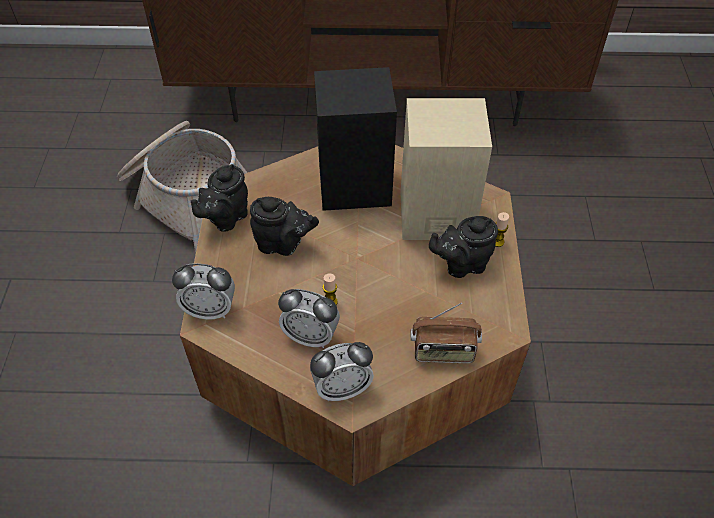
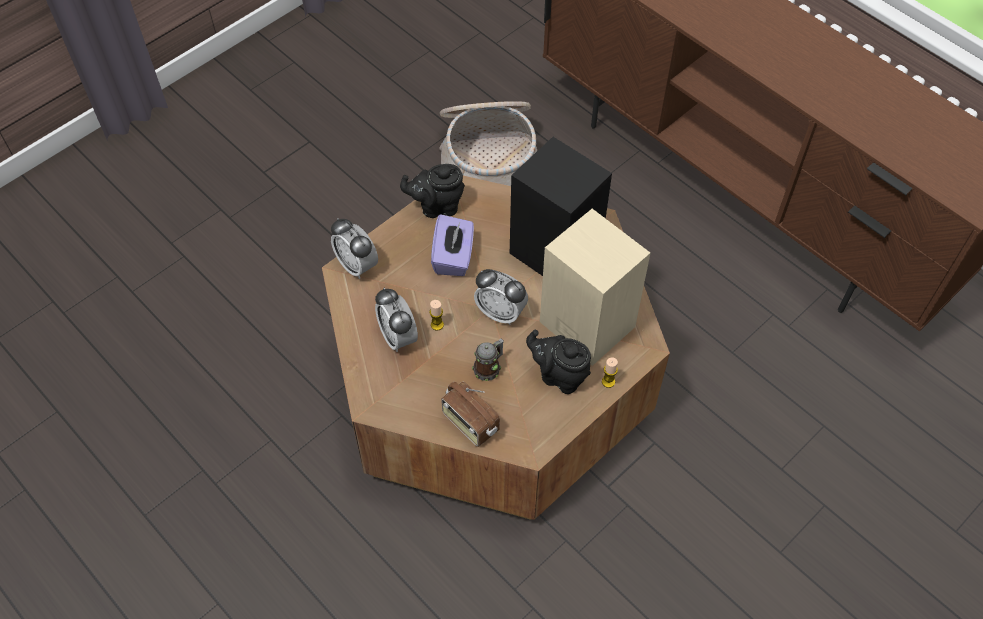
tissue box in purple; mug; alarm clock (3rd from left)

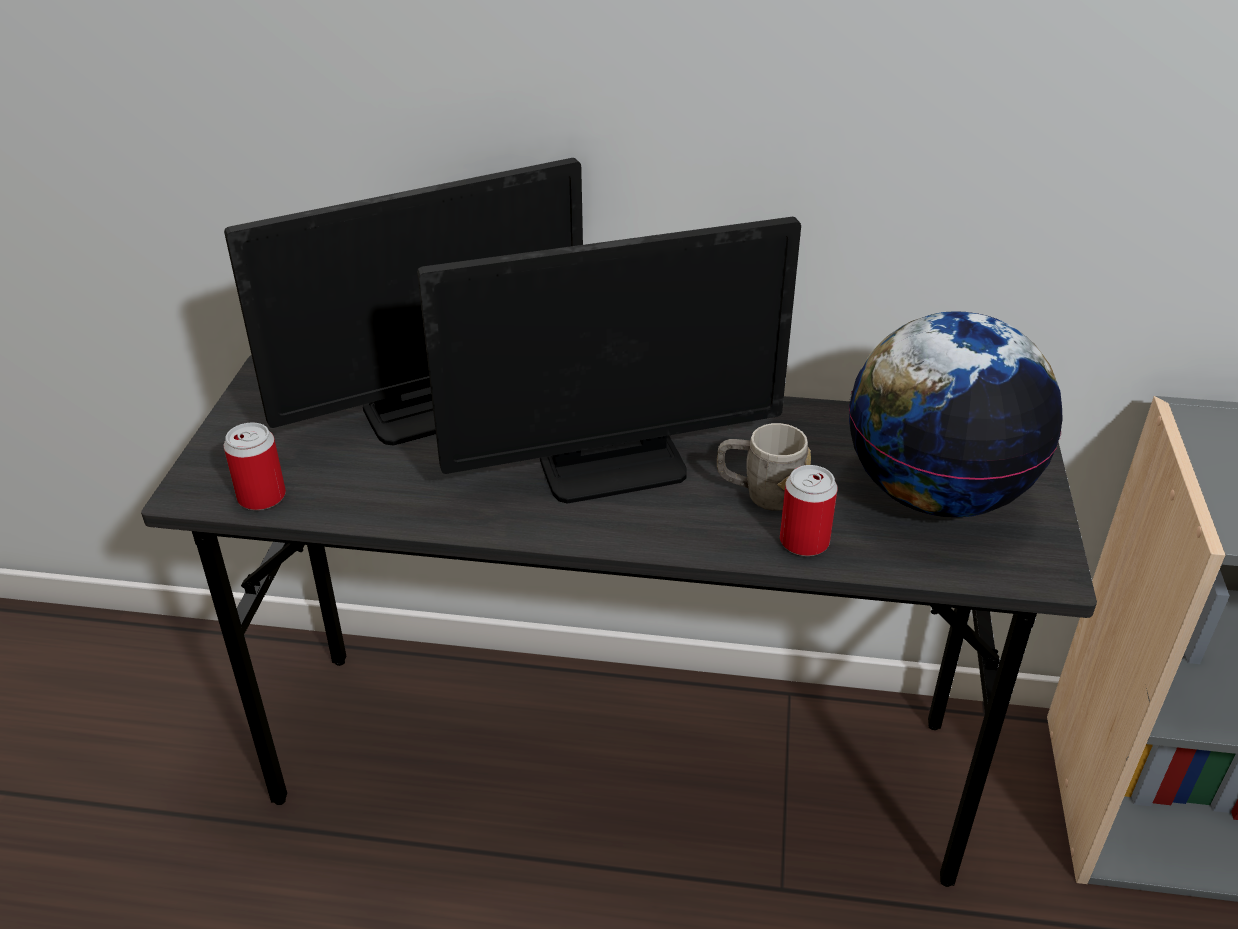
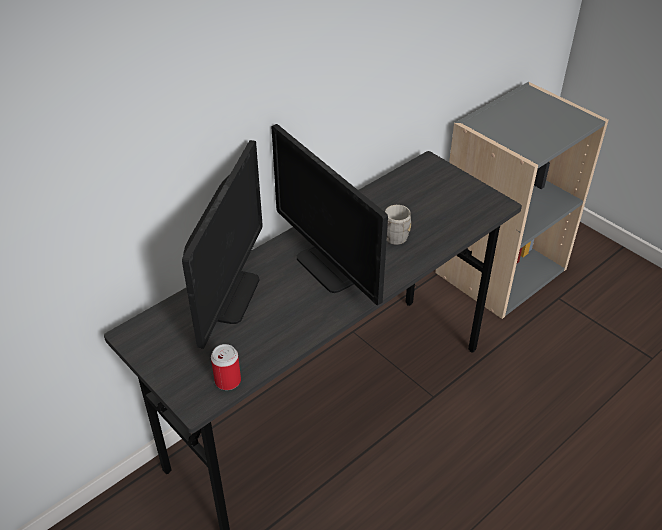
monitor (2nd from left); can (2nd from left in the first image); globe

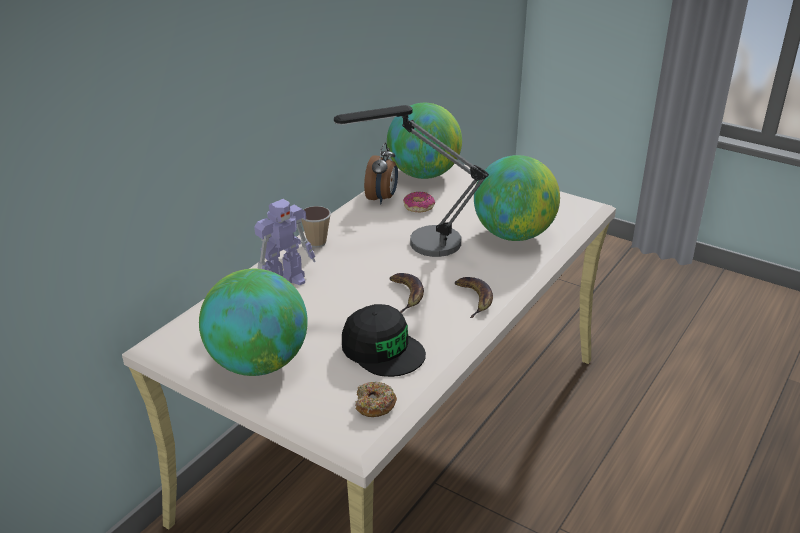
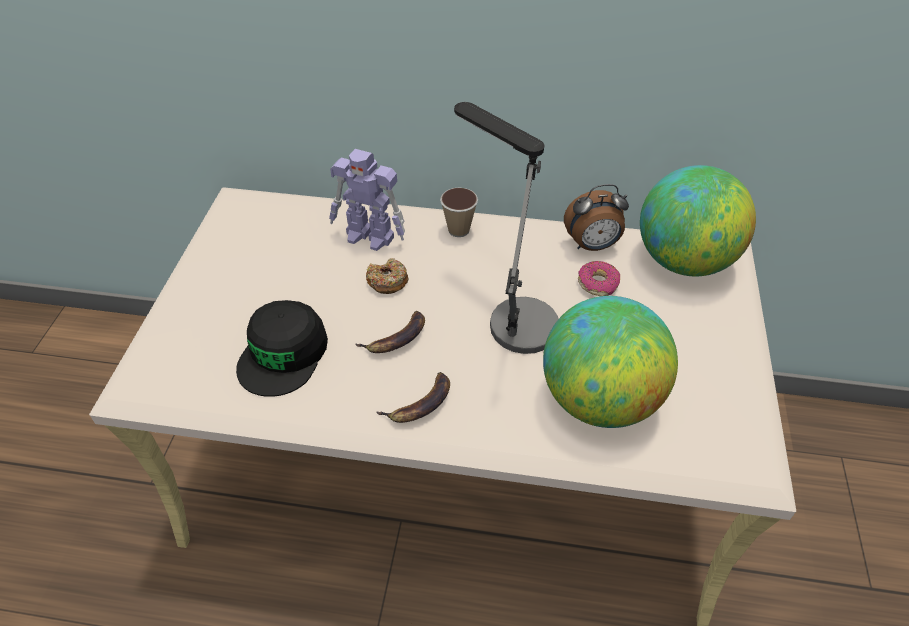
donut (1st from left); globe (1st from left in the first image)

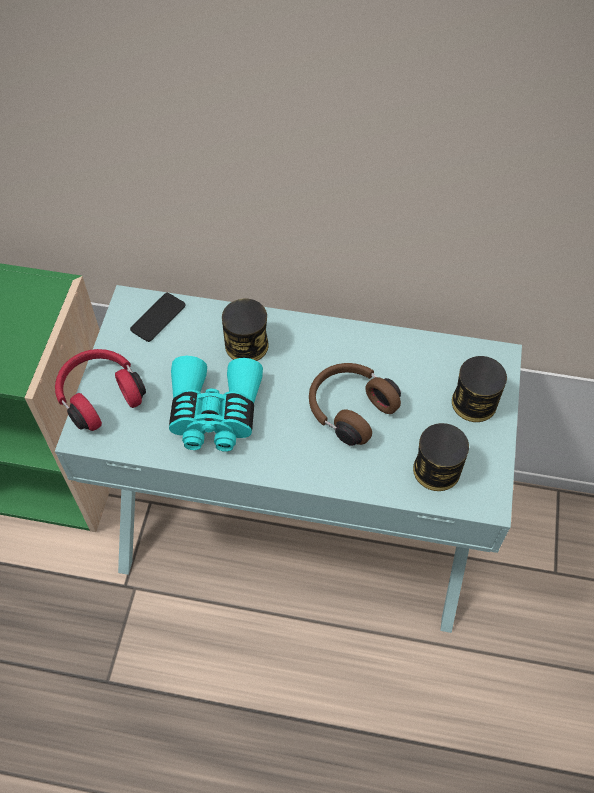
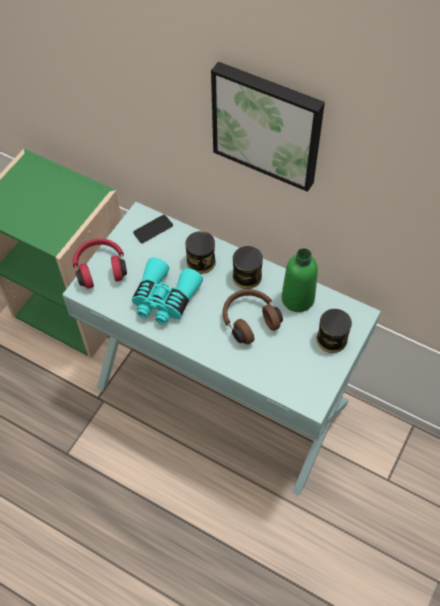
picture; can (2nd from left); bottle in green

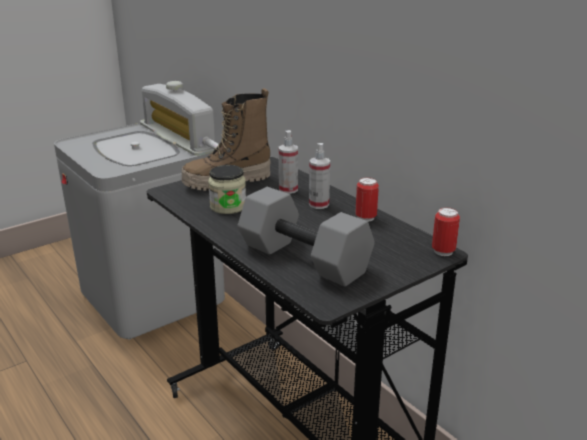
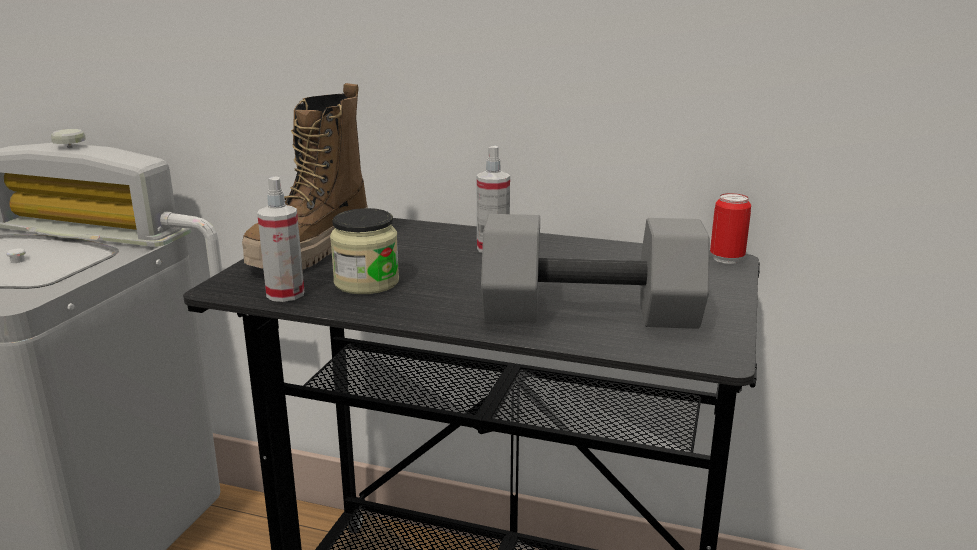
spray bottle (1st from left); can (1st from left in the first image)

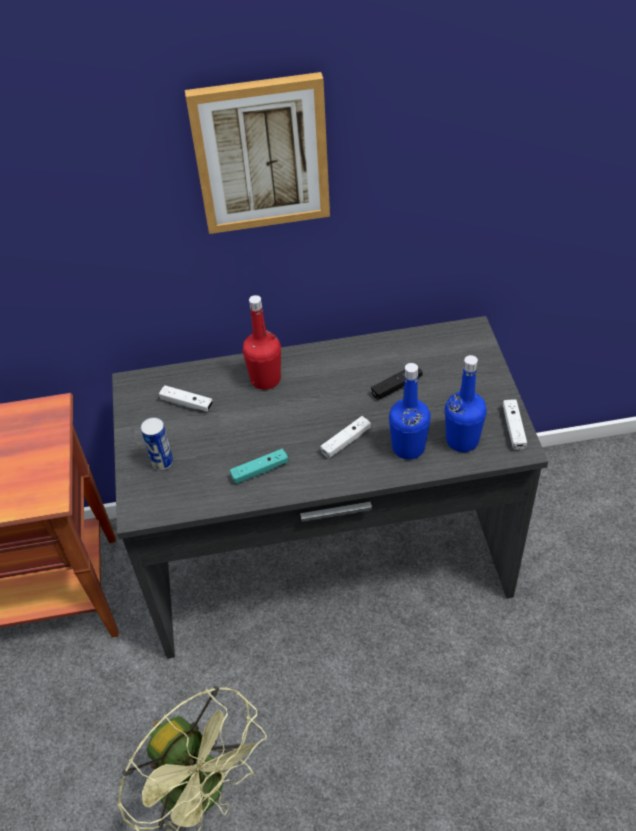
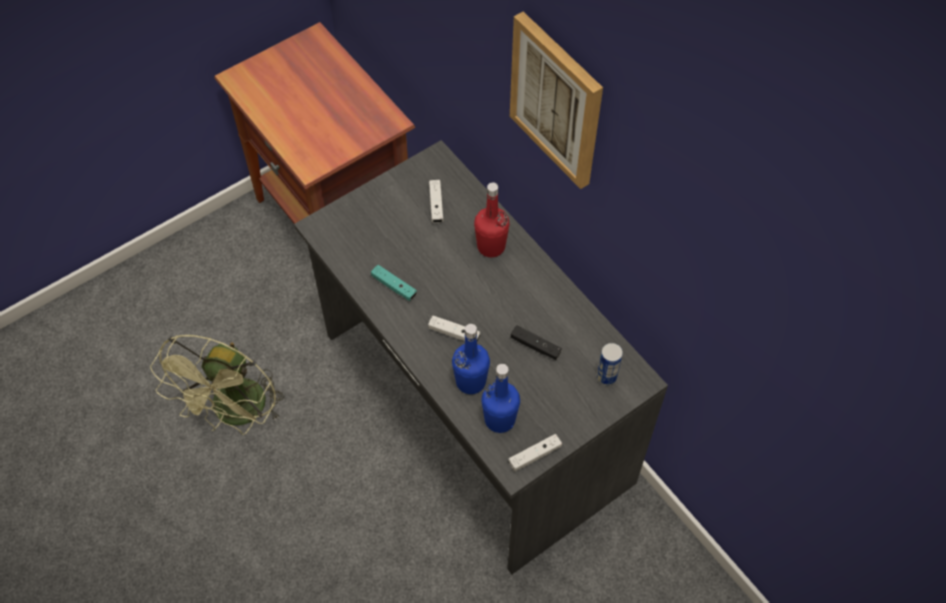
can

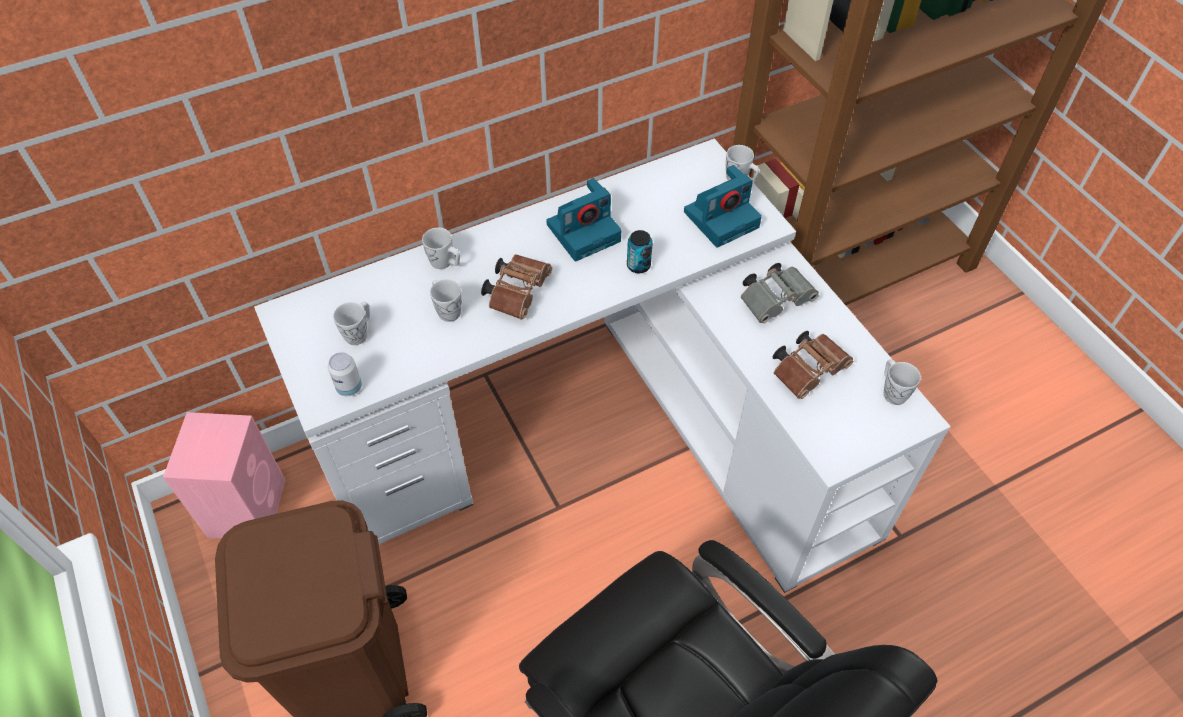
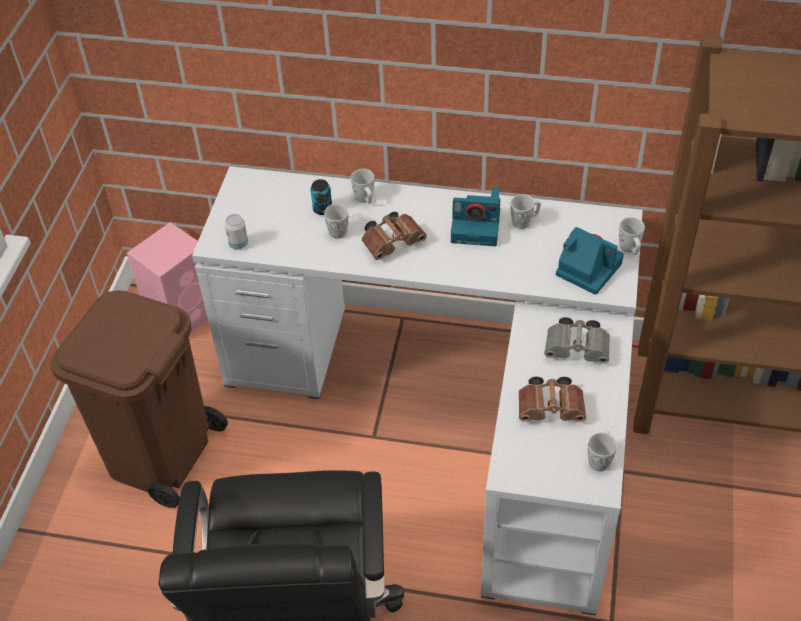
can (2nd from left); mug in white (3rd from left); photo camera (2nd from left)

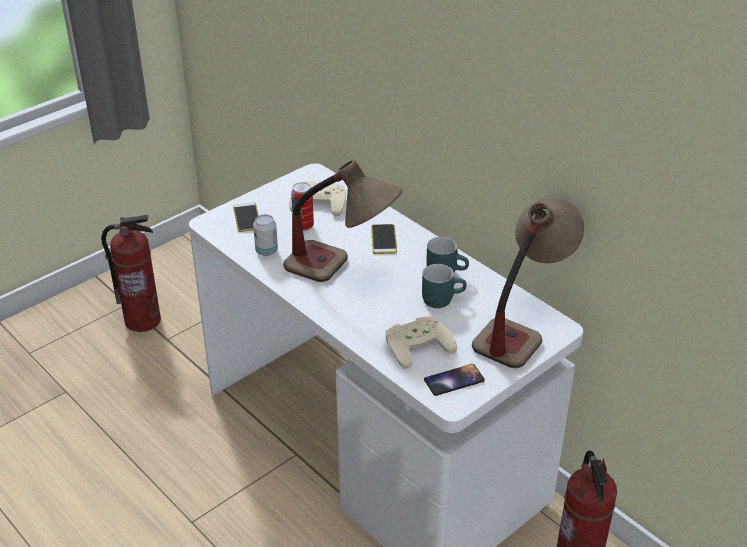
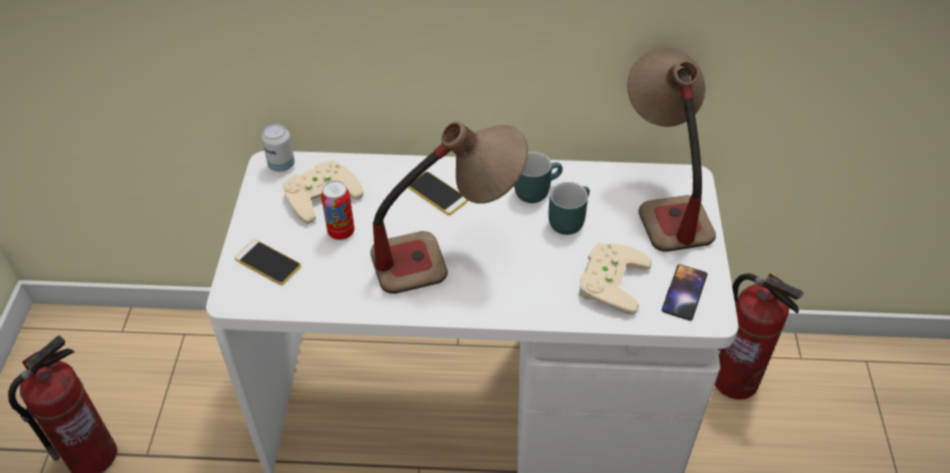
can (1st from left)

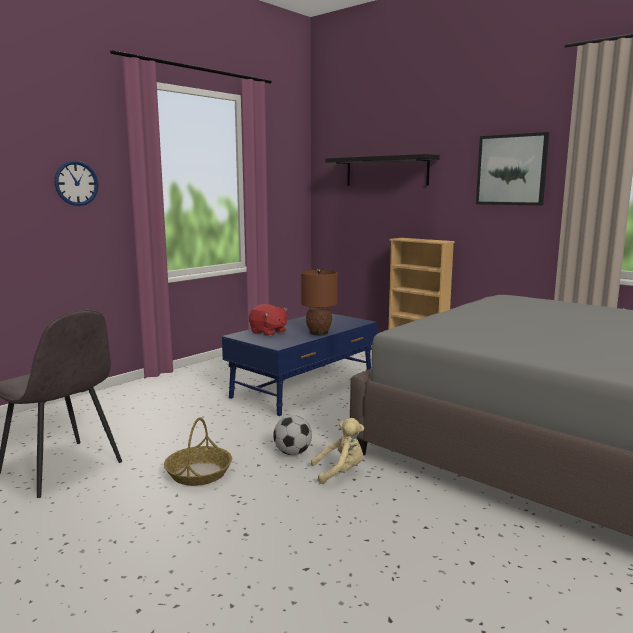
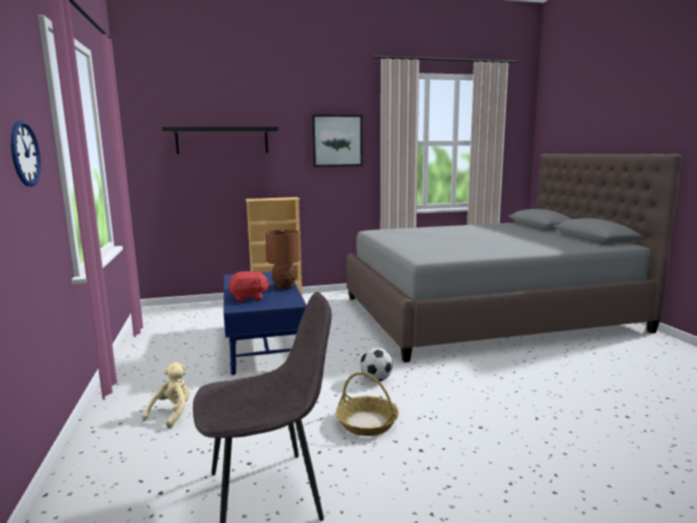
plush toy in beige

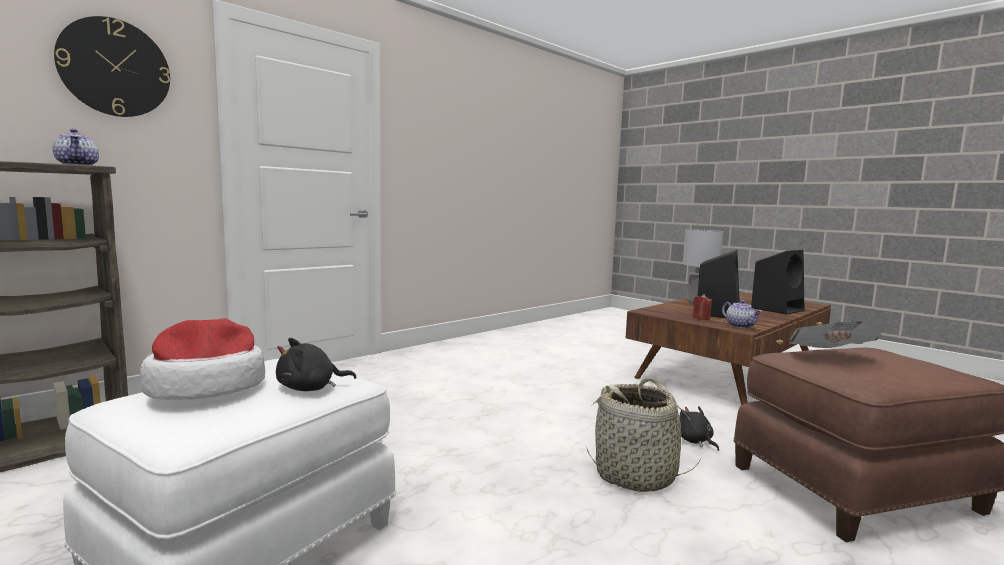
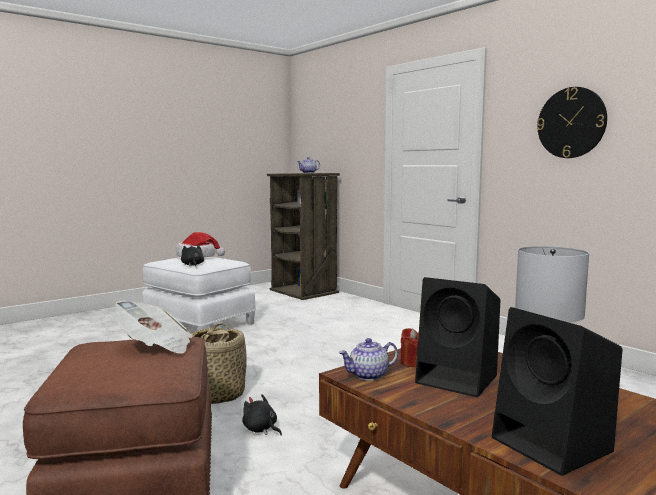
plush toy in black (2nd from left); wall clock

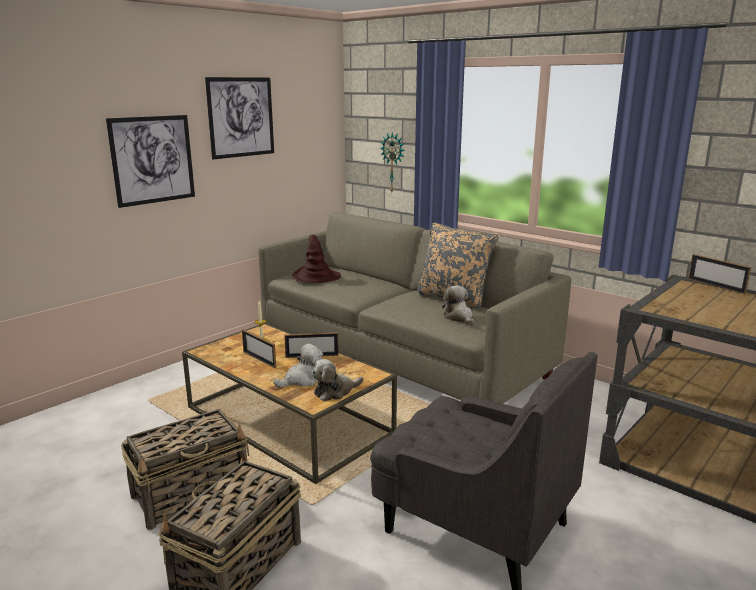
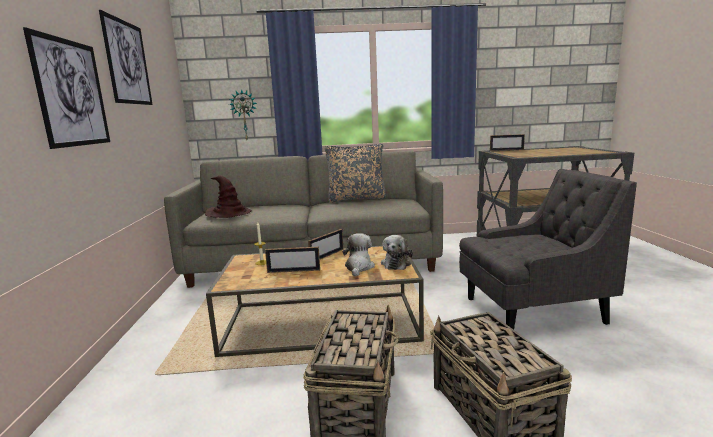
plush toy (3rd from left in the first image)

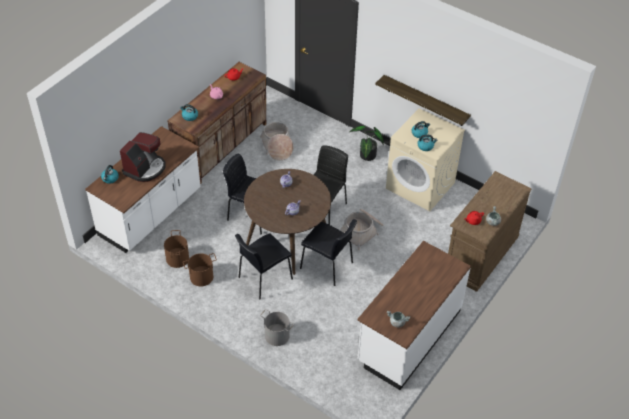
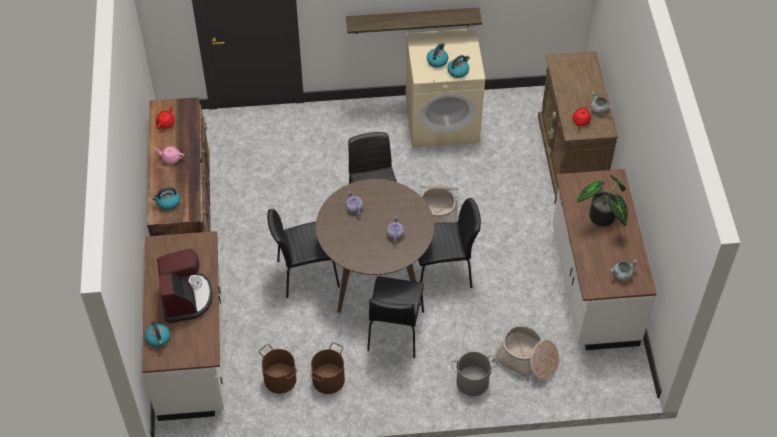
basket (2nd from left); potted plant

